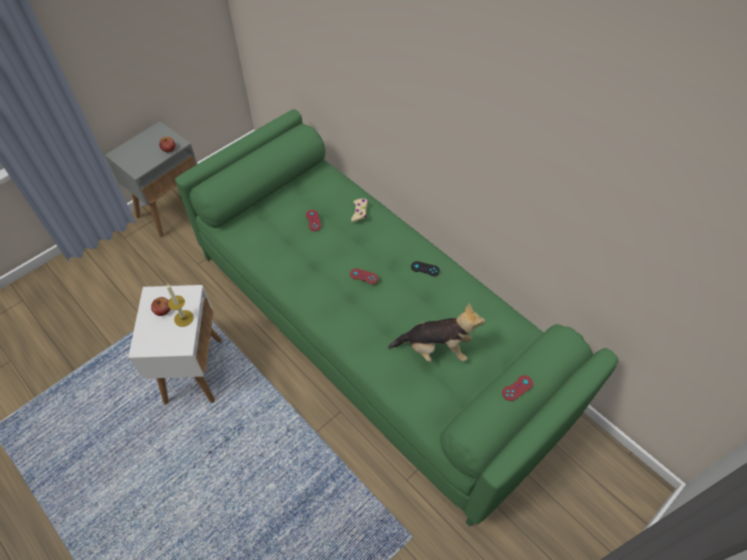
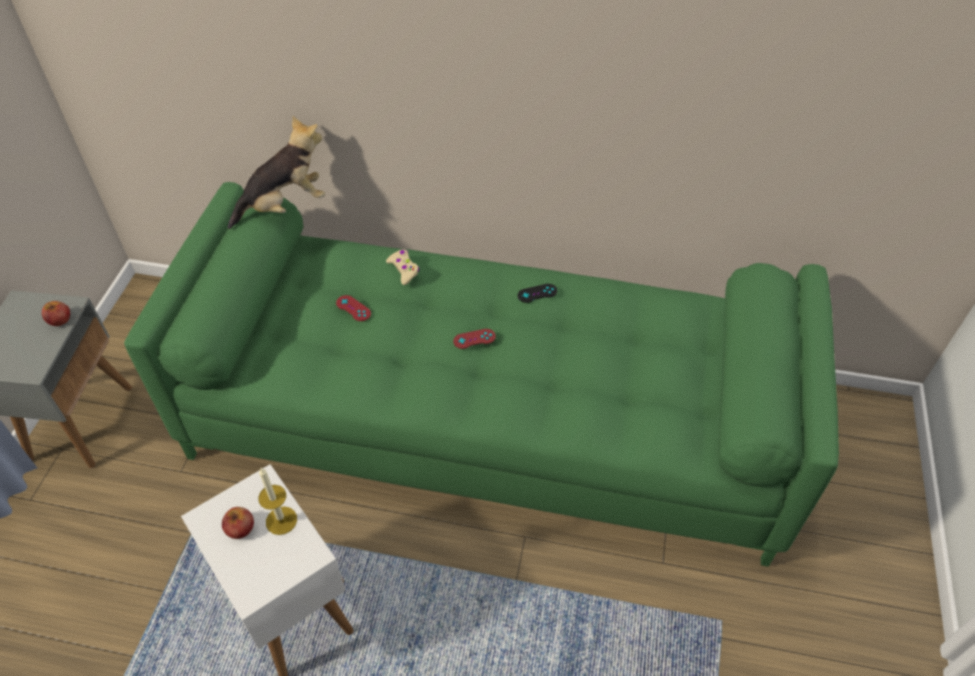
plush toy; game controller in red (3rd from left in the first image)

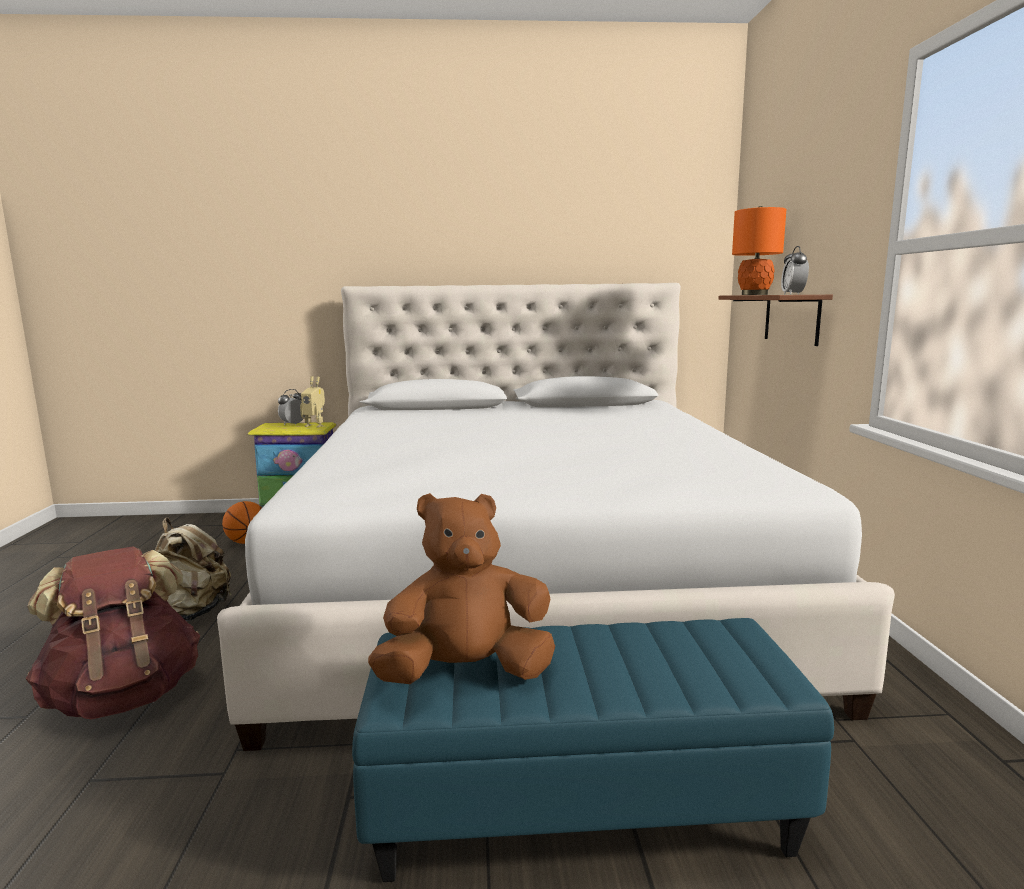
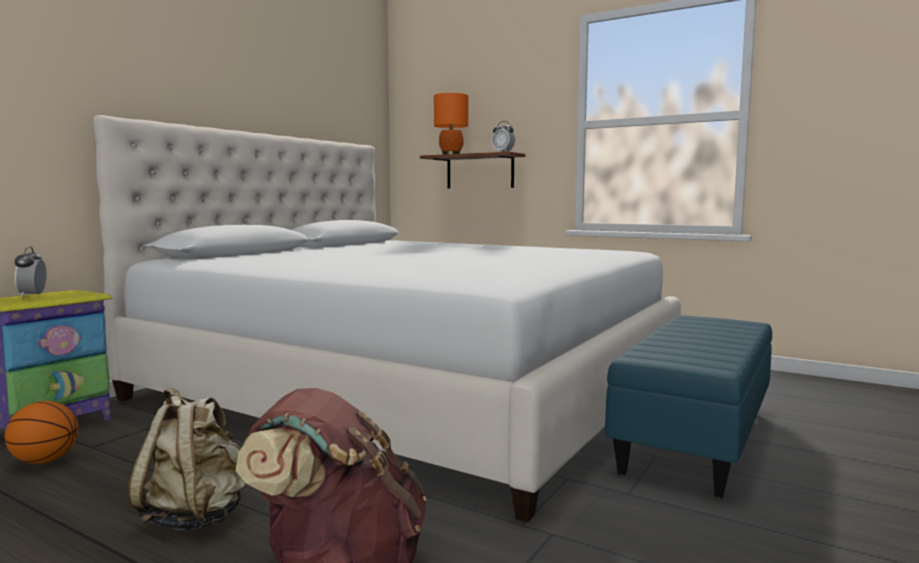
toy robot; plush toy in brown

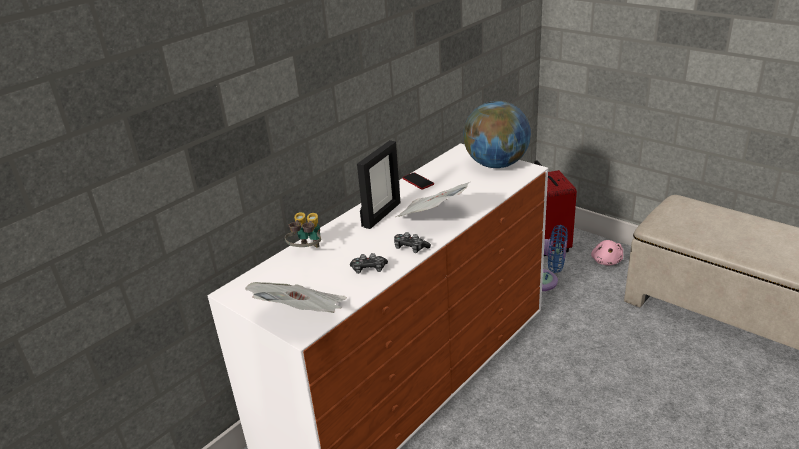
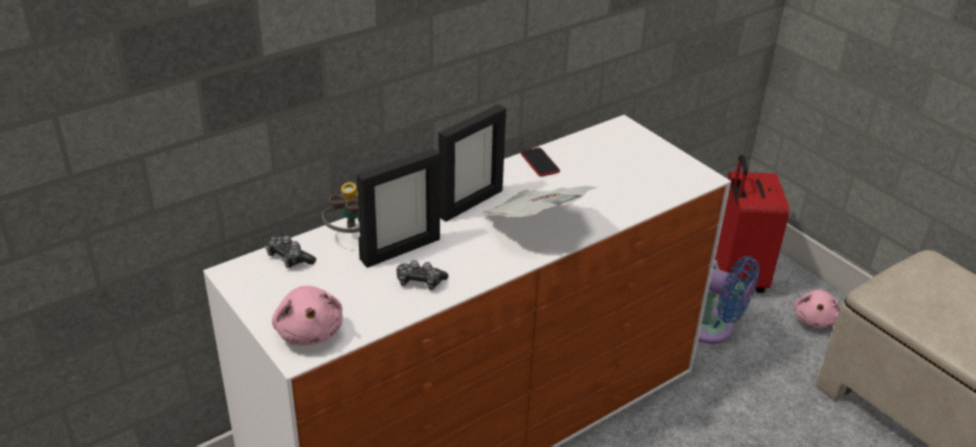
game controller (1st from left); plush toy in pink (1st from left); picture frame (1st from left); globe

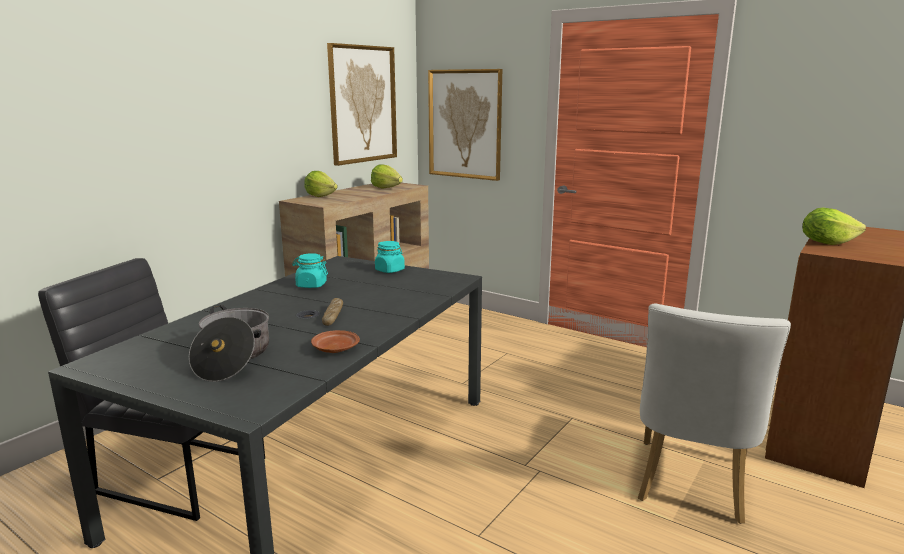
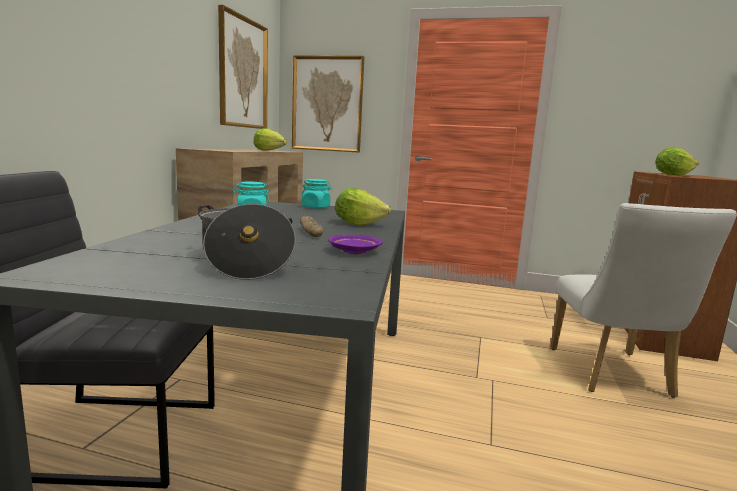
plate in purple; lettuce (2nd from left)

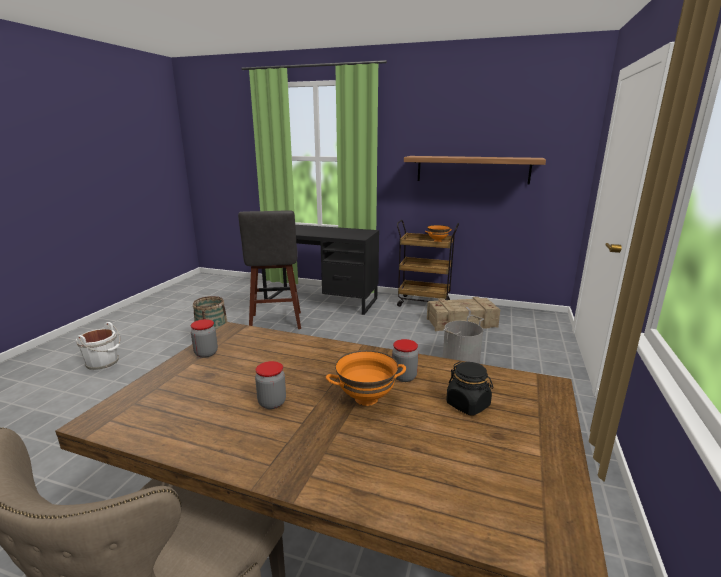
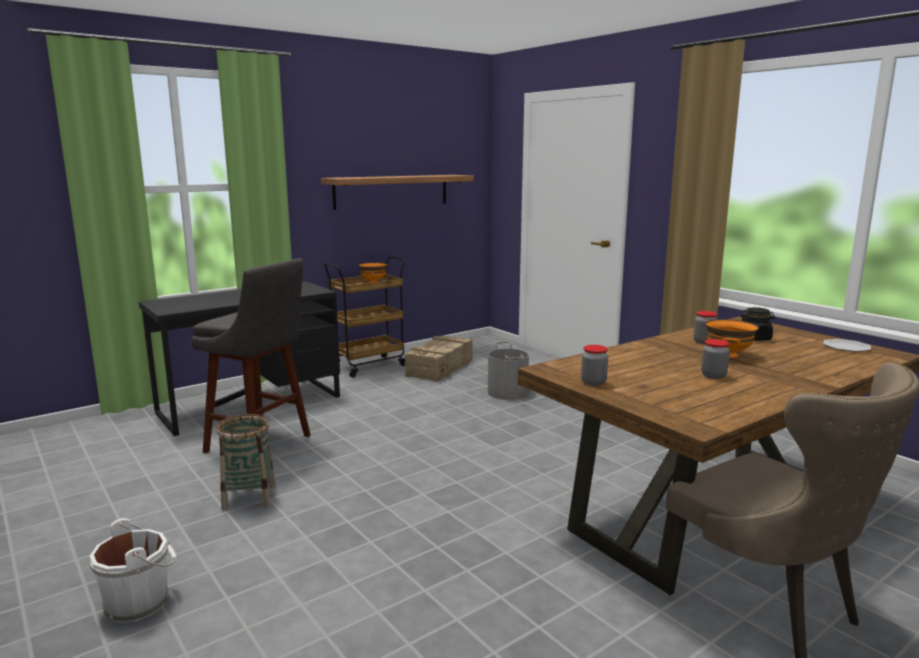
plate

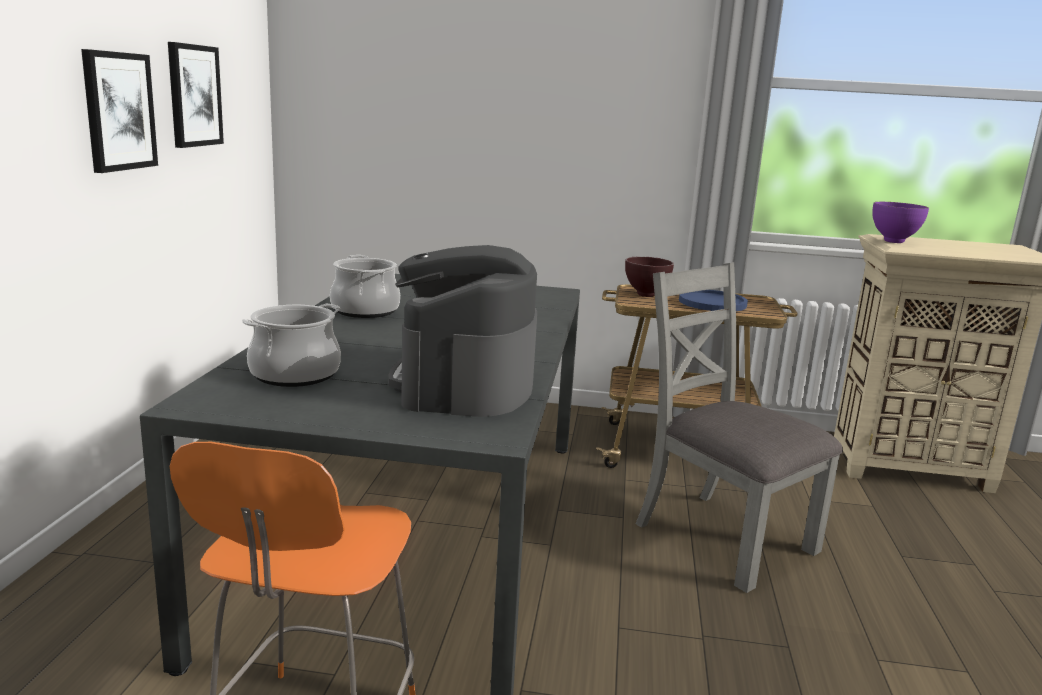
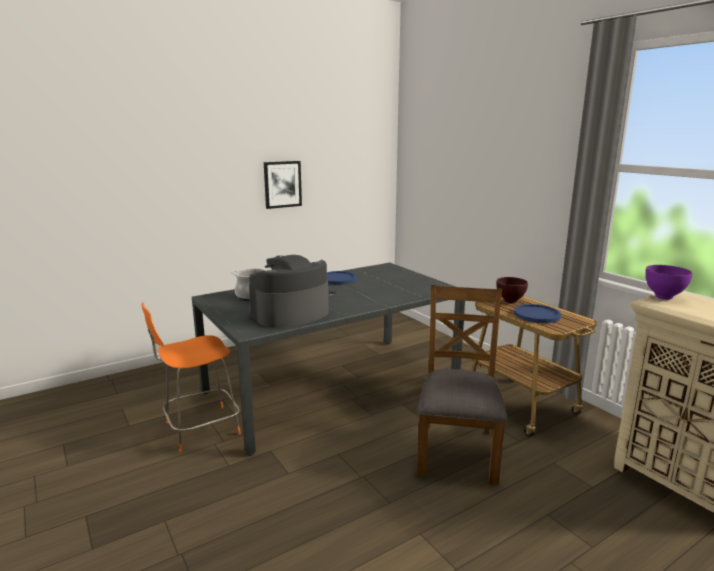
plate in blue (1st from left); chair in brown; picture (2nd from left in the first image)

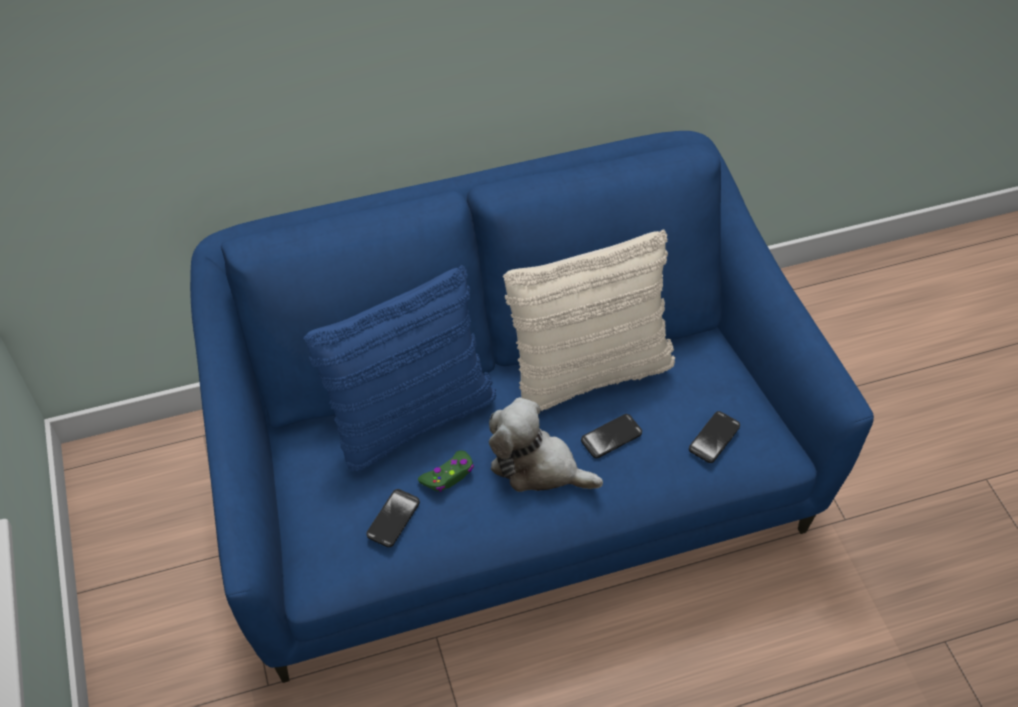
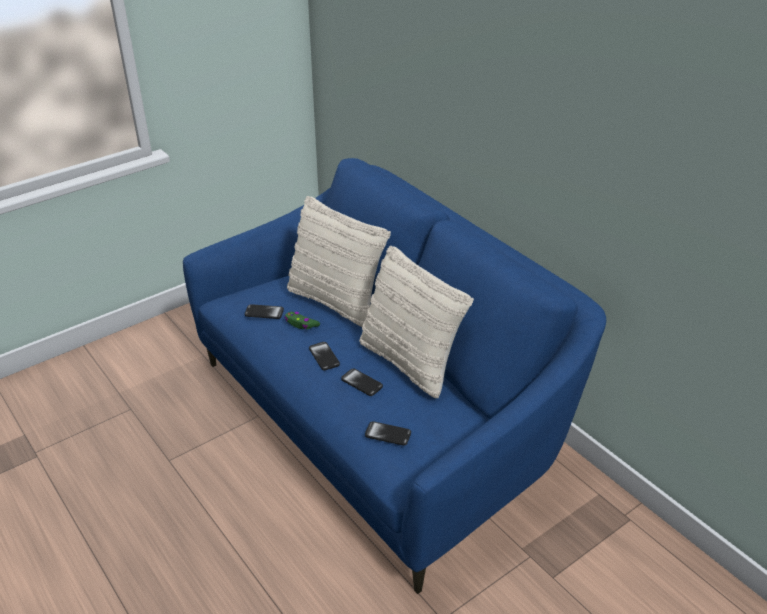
pillow in beige (1st from left); phone (2nd from left)

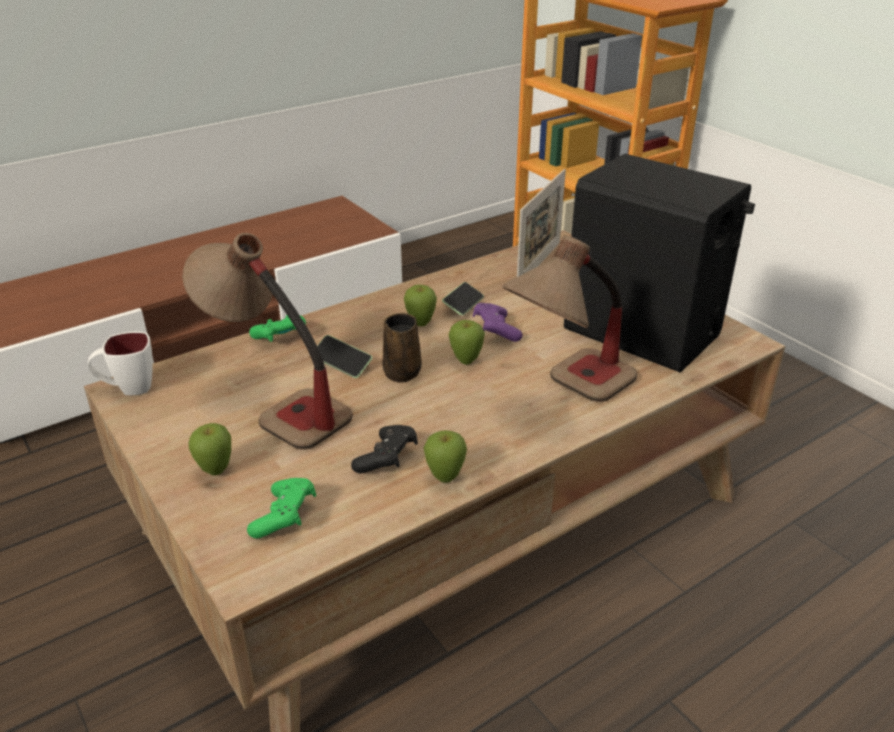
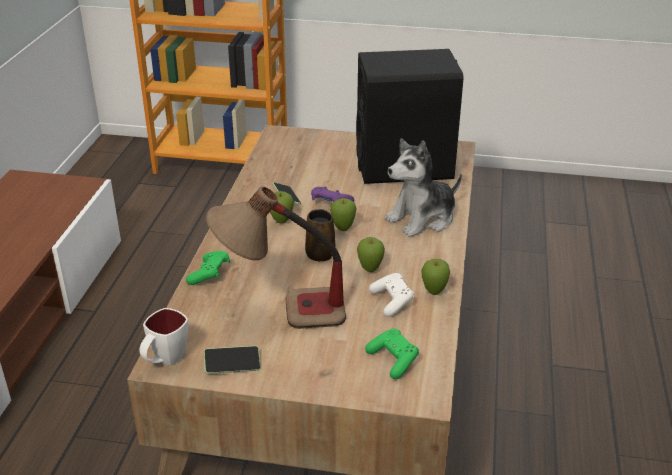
phone (1st from left); apple (3rd from left); game controller in white; plush toy; picture frame

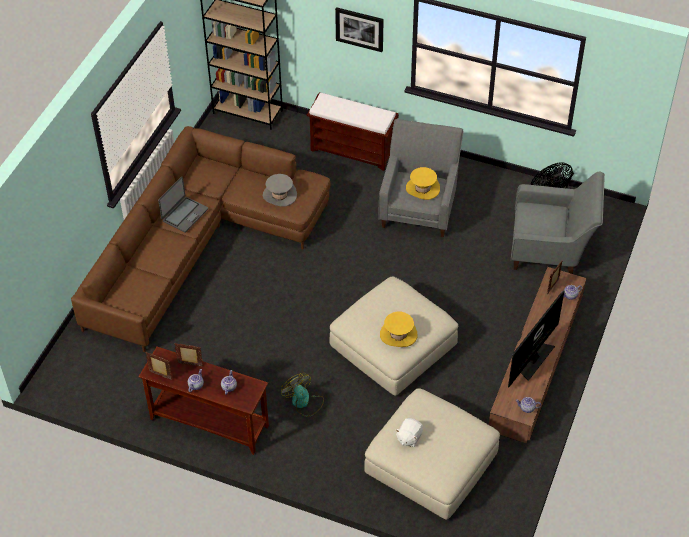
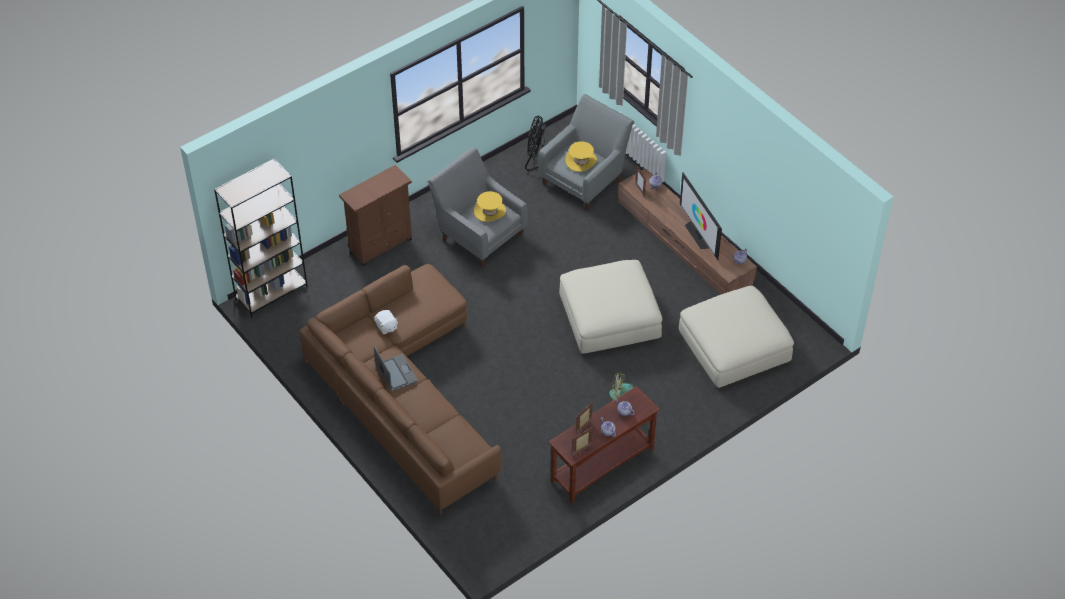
cabinet in brown; plush toy in white; hat in yellow (2nd from left); hat in grey; picture

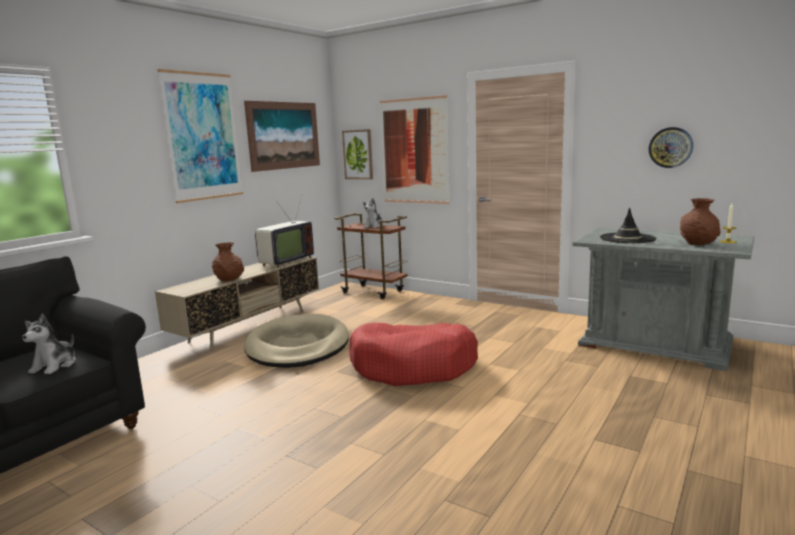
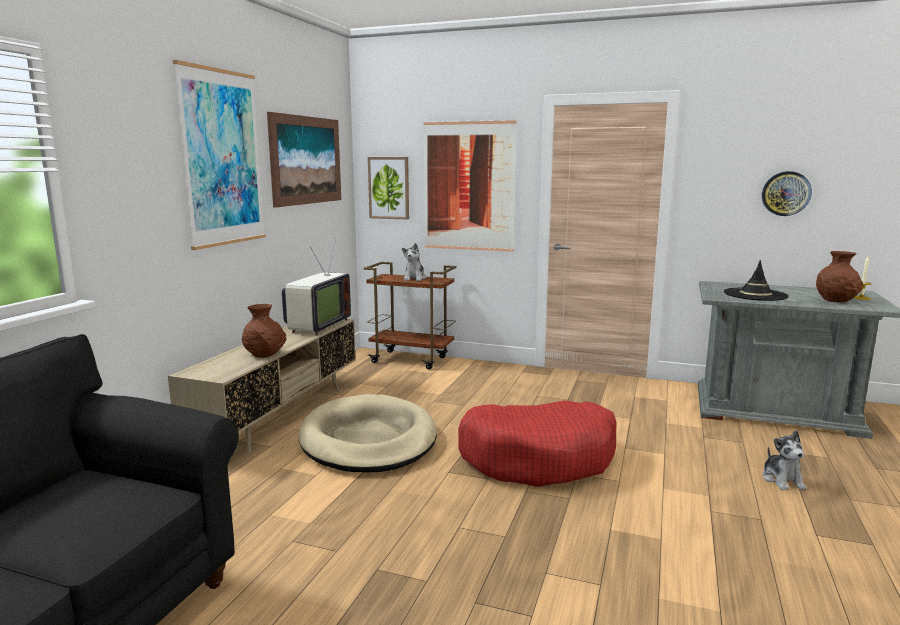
plush toy (2nd from left)

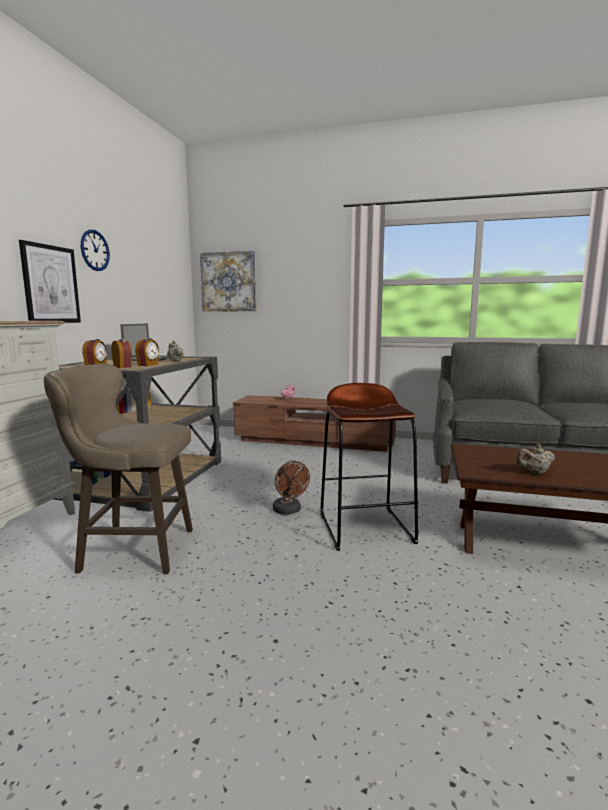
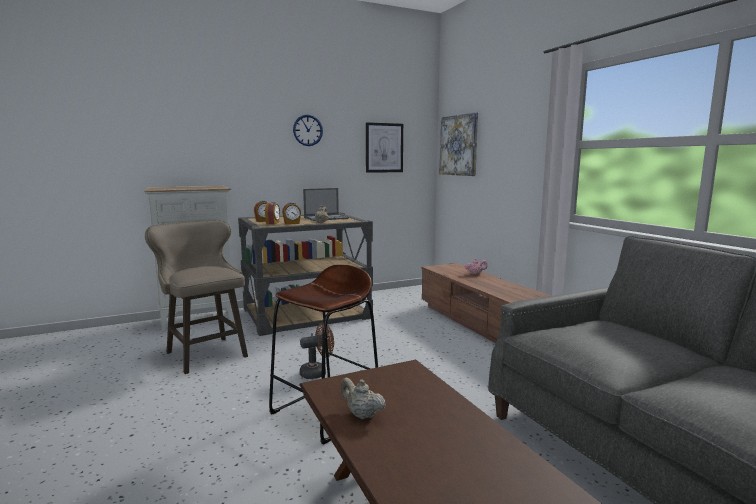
fan in brown; picture (1st from left)

